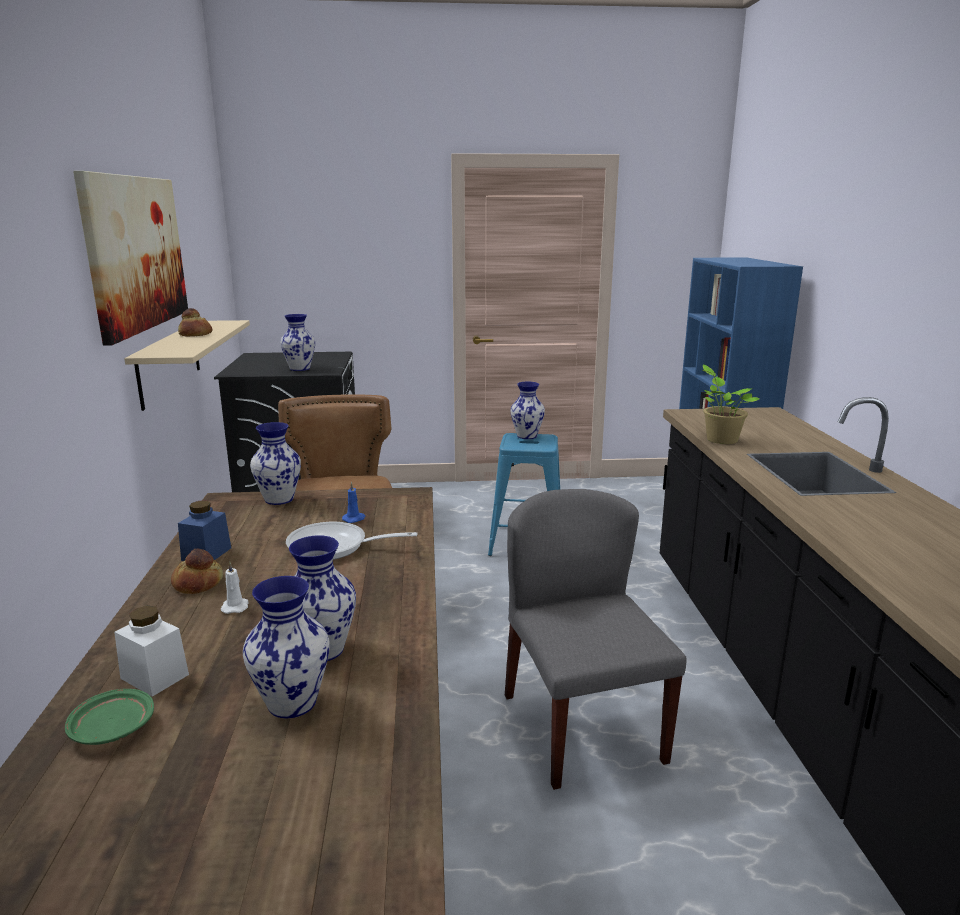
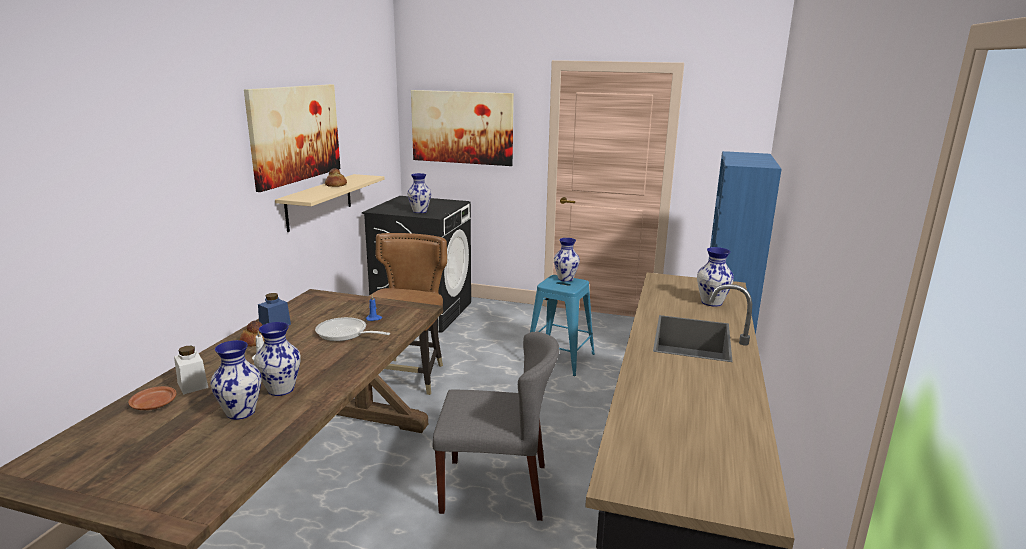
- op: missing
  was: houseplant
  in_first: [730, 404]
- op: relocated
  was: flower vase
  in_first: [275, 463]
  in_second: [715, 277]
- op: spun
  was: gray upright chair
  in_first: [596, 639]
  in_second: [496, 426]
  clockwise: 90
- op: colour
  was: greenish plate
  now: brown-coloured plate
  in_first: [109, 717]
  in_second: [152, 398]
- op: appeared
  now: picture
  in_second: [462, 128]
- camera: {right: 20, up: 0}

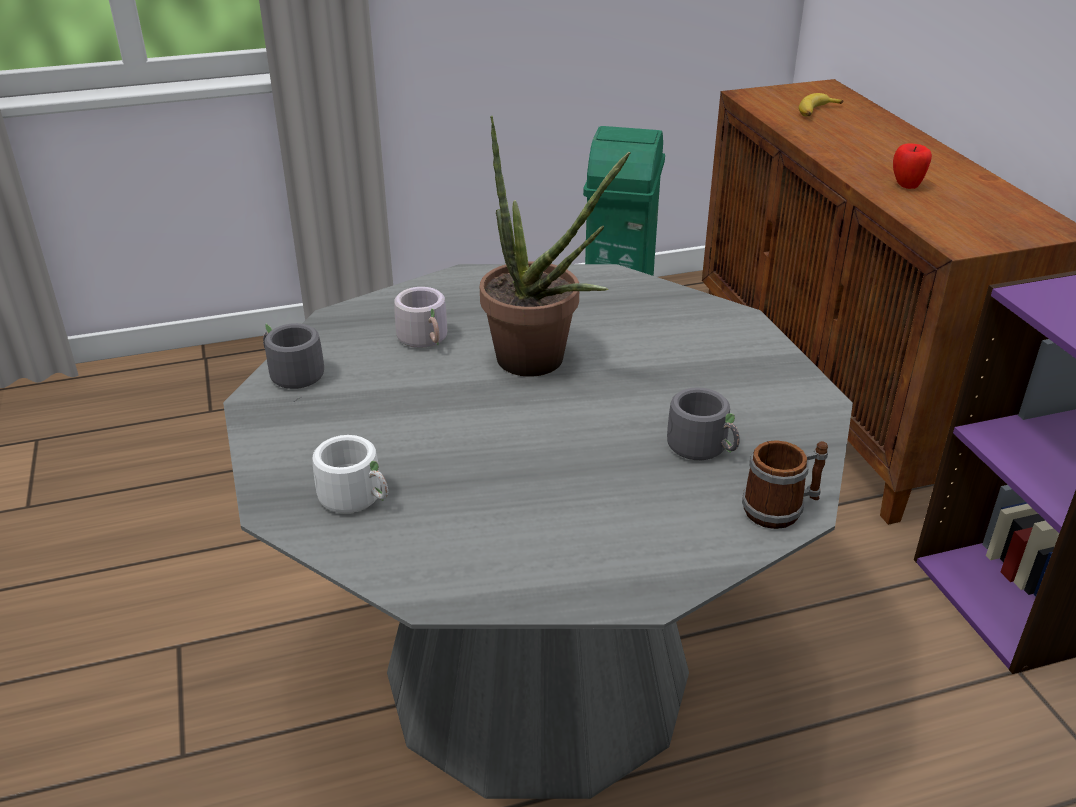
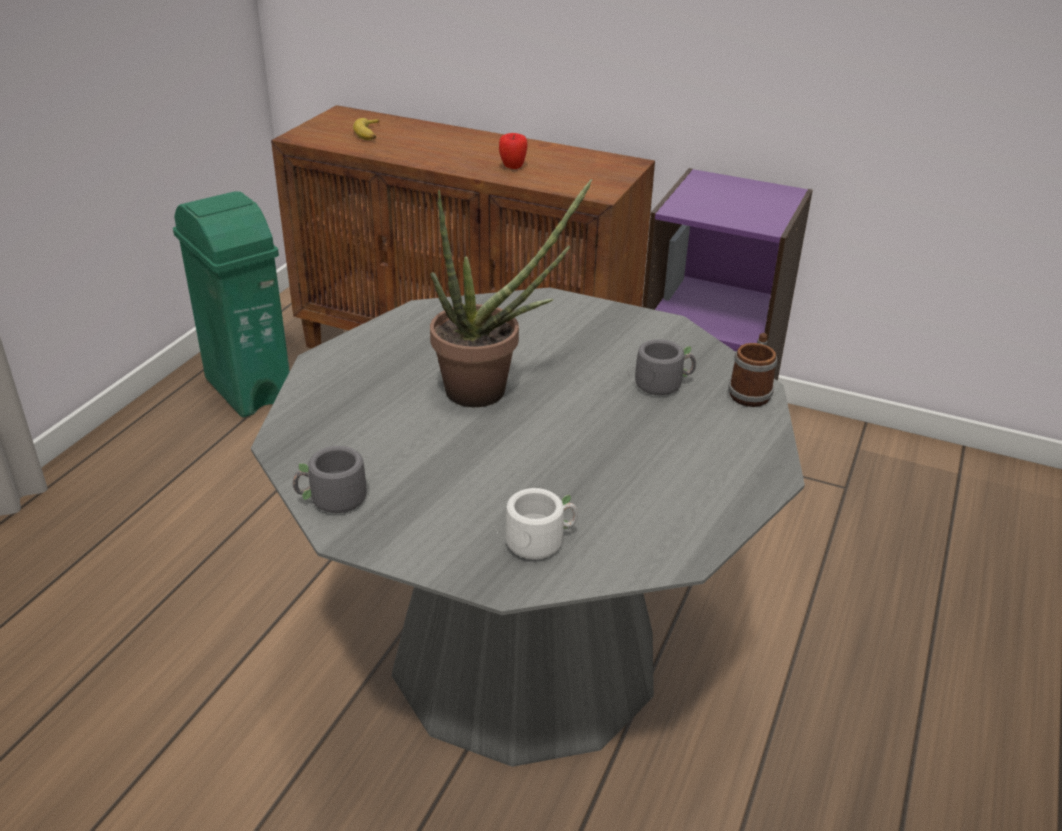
- op: missing
  was: gray tea mug
  in_first: [420, 317]
- camera: {right: -50, up: 0}

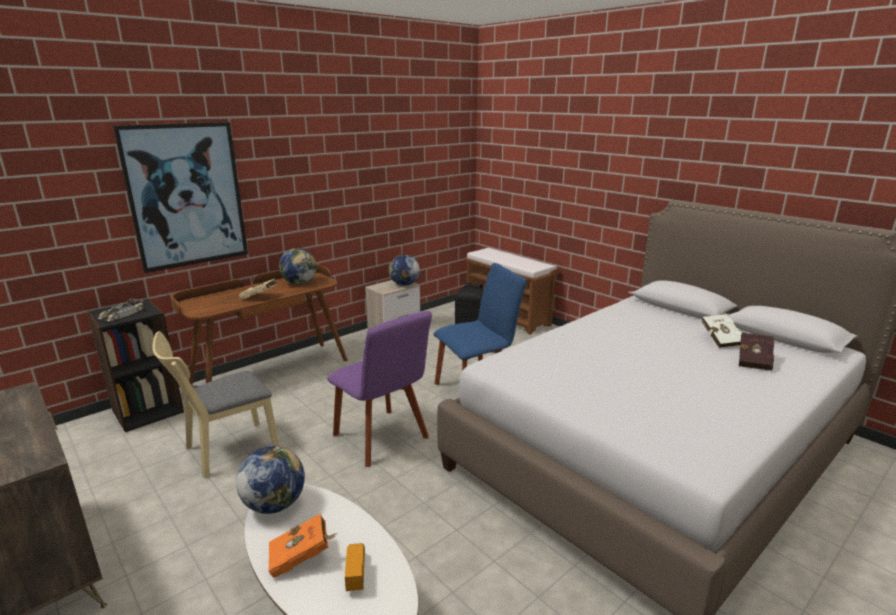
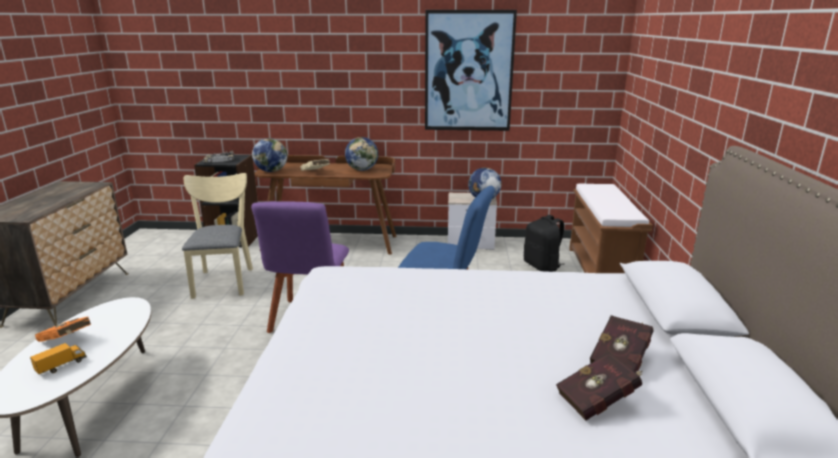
- op: relocated
  was: picture
  in_first: [180, 197]
  in_second: [471, 70]
- op: colour
  was: white bound book
  now: red bound book
  in_first: [721, 331]
  in_second: [621, 344]
- op: spun
  was: sand-coloured upright chair
  in_first: [215, 404]
  in_second: [217, 236]
  clockwise: 75
- op: relocated
  was: globe
  in_first: [270, 480]
  in_second: [269, 155]
- camera: {right: 45, up: 0}

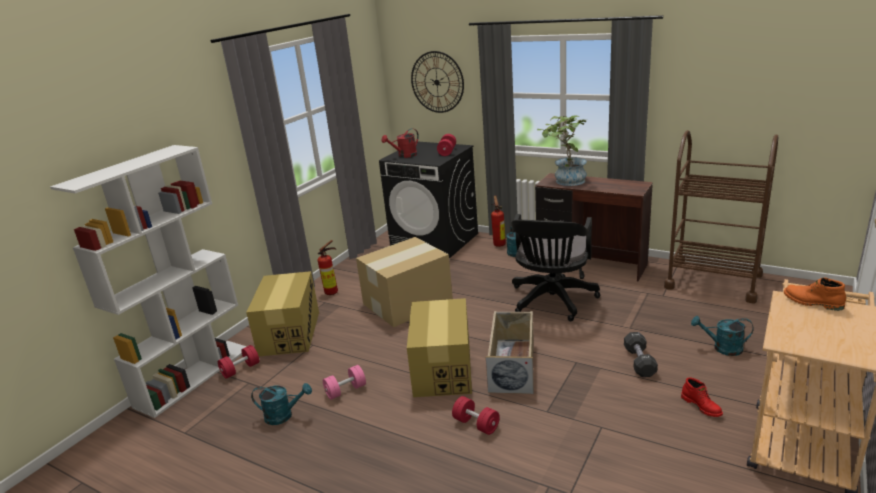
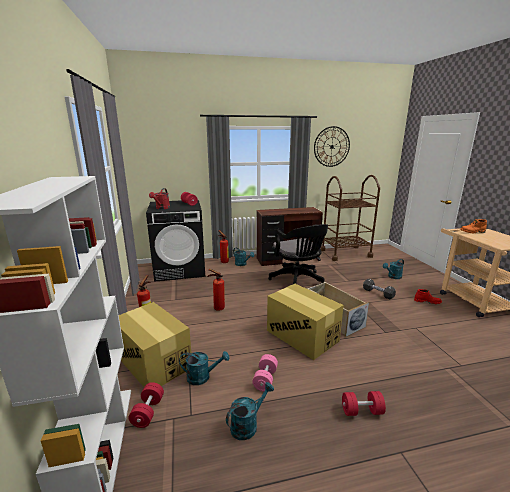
- op: relocated
  was: hanging clock
  in_first: [437, 82]
  in_second: [332, 146]
- op: missing
  was: houseplant
  in_first: [562, 151]
- op: exchanged
  was: carton
  now: fire extinguisher
  in_first: [404, 282]
  in_second: [216, 290]
- op: relocated
  was: red hand weight
  in_first: [476, 415]
  in_second: [364, 403]
- op: appeared
  now: turquoise-coloured sprinkling can
  in_second: [204, 368]
- camera: {right: -45, up: -5}

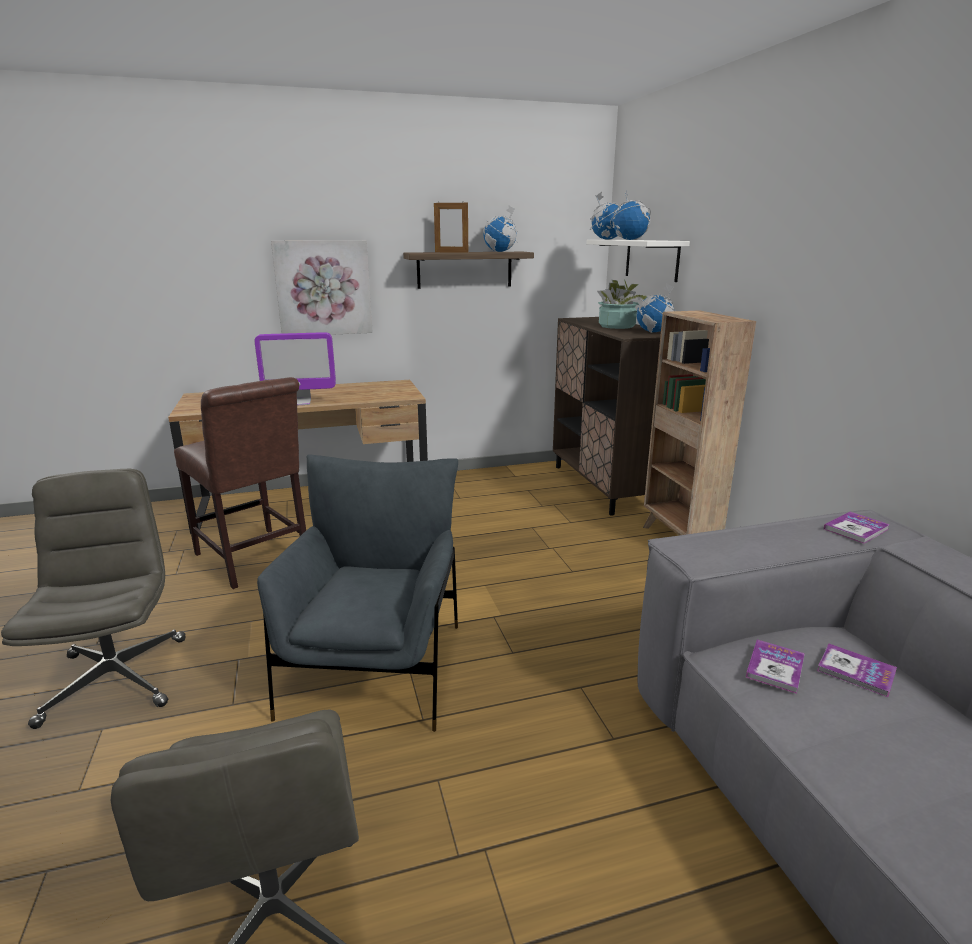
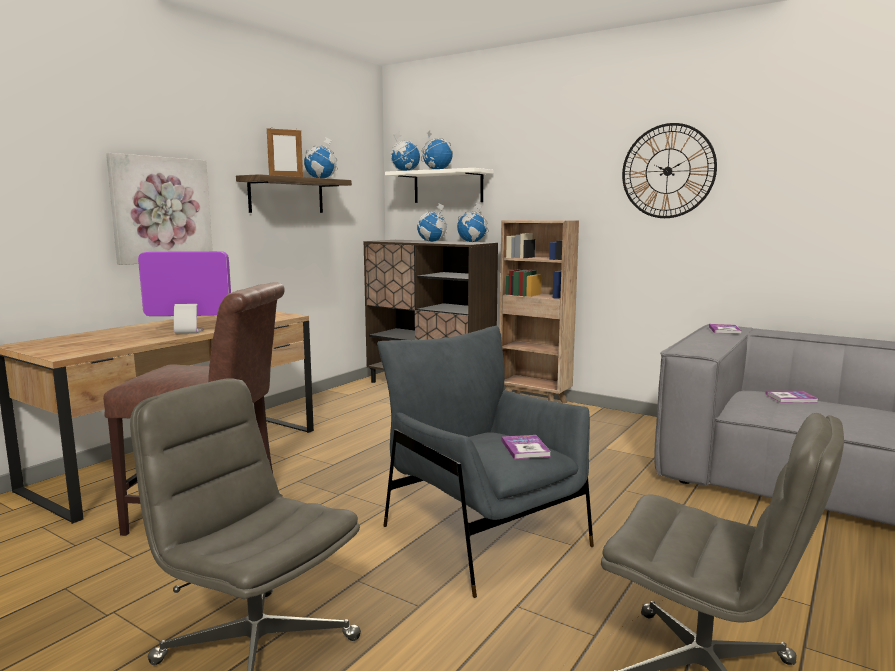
- op: exchanged
  was: houseplant
  now: globe
  in_first: [622, 304]
  in_second: [432, 222]
- op: spun
  was: computer display
  in_first: [295, 368]
  in_second: [184, 292]
  clockwise: -135
- op: relocated
  was: bound book
  in_first: [775, 666]
  in_second: [526, 447]
- op: appeared
  now: hanging clock
  in_second: [669, 170]
- camera: {right: -40, up: -10}

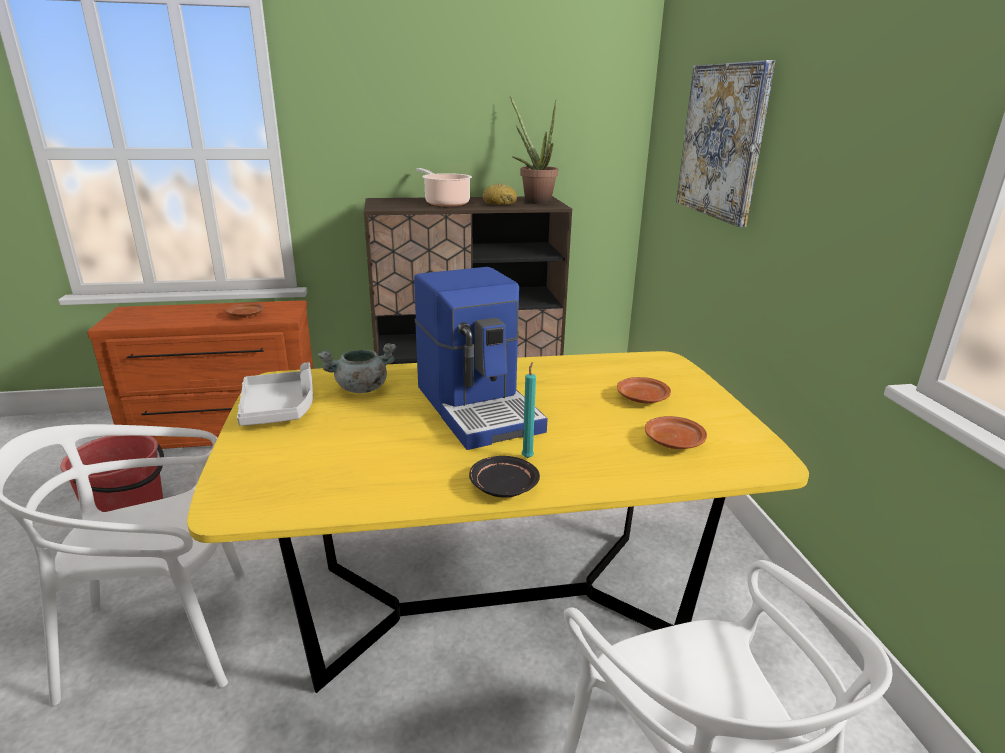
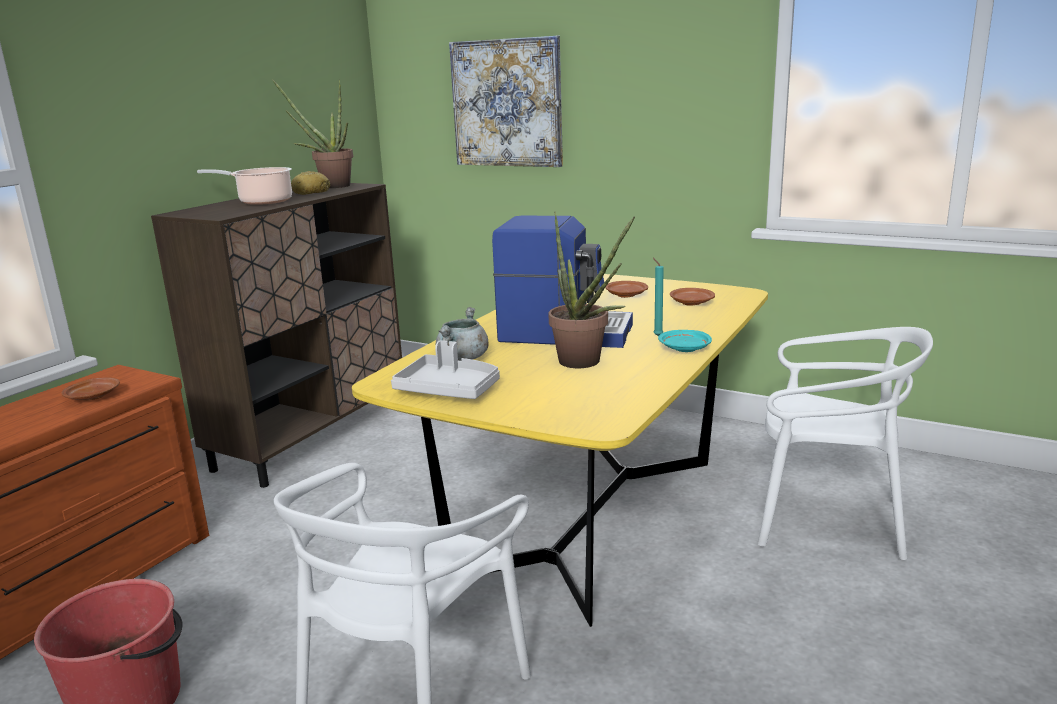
- op: colour
  was: black plate
  now: turquoise-coloured plate
  in_first: [504, 477]
  in_second: [685, 341]
- op: appeared
  now: houseplant
  in_second: [592, 289]
- camera: {right: -50, up: -5}

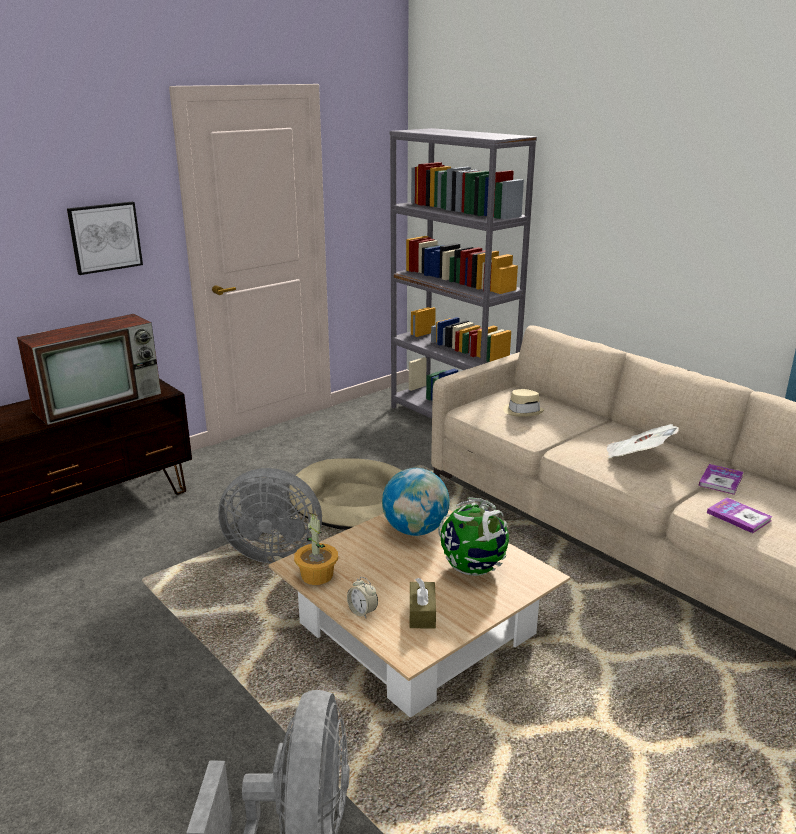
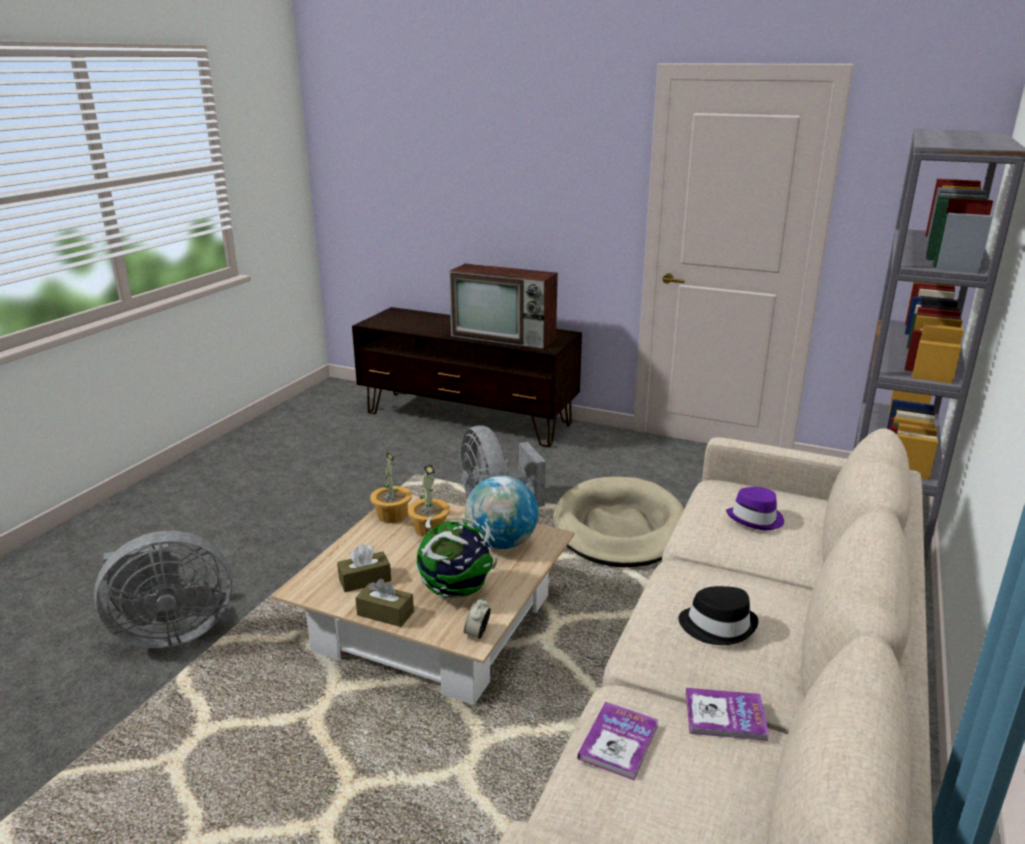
- op: missing
  was: picture
  in_first: [105, 238]
- op: colour
  was: sand-coloured wearable hat
  now: purple wearable hat
  in_first: [524, 403]
  in_second: [755, 508]
- op: exchanged
  was: newspaper
  now: black wearable hat
  in_first: [643, 441]
  in_second: [718, 615]
- op: relocated
  was: table clock
  in_first: [362, 597]
  in_second: [477, 618]
- op: appeared
  now: houseplant
  in_second: [429, 501]
- op: appeared
  now: brown-coloured tissue holder
  in_second: [384, 603]
- camera: {right: 65, up: 0}

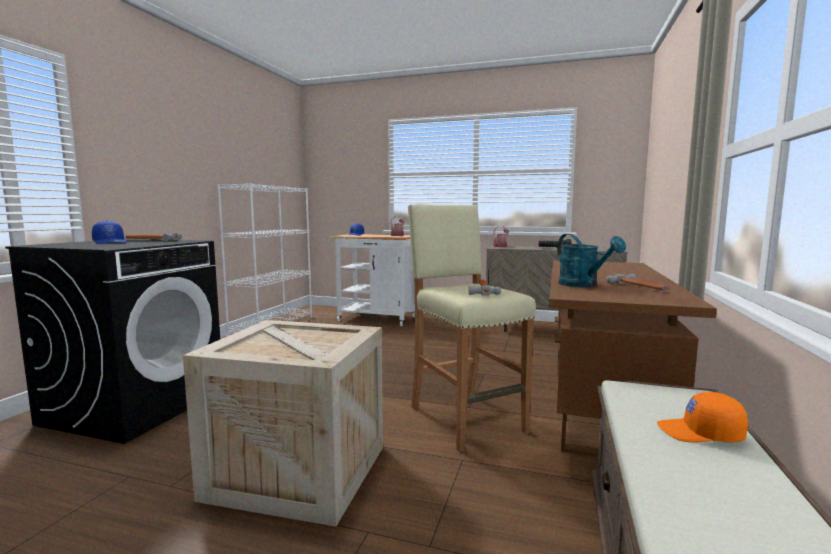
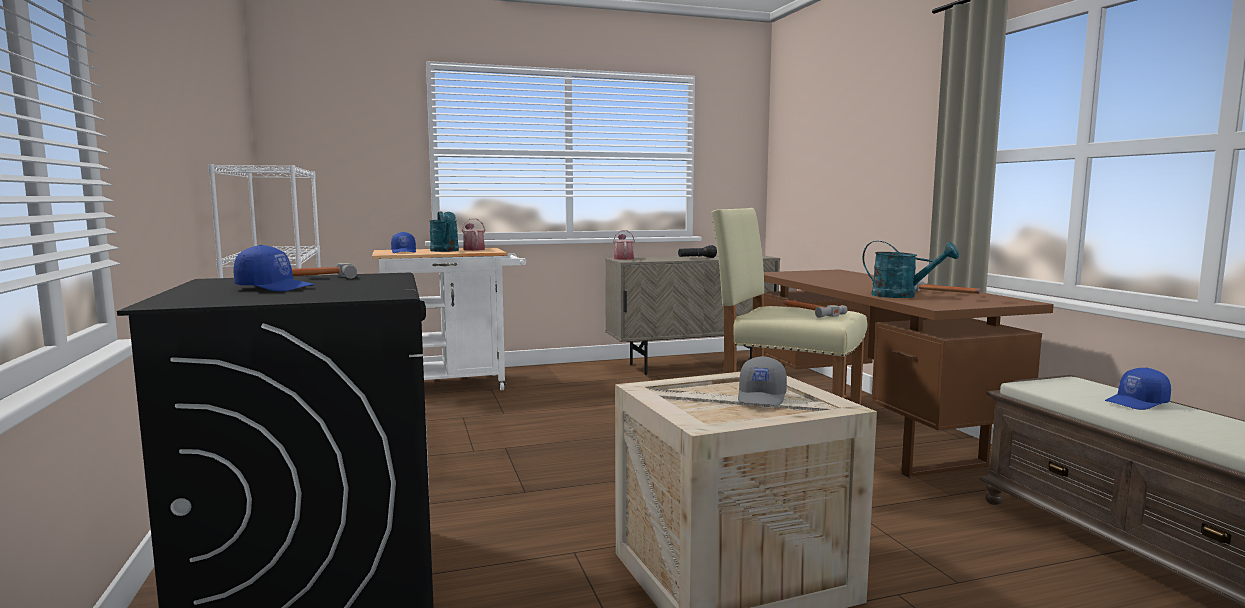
- op: colour
  was: orangey peaked cap
  now: bluish peaked cap
  in_first: [702, 417]
  in_second: [1138, 389]
- op: appeared
  now: turquoise-coloured sprinkling can
  in_second: [444, 232]
- op: appeared
  now: gray peaked cap
  in_second: [762, 381]
- camera: {right: -35, up: 0}

